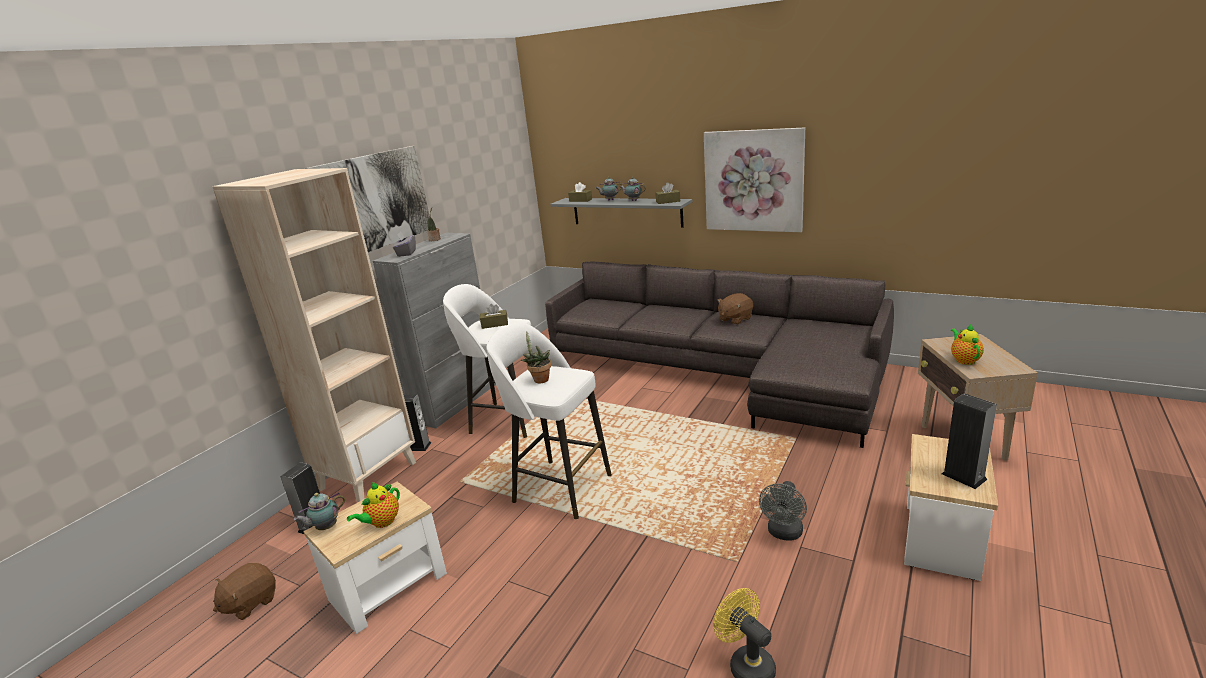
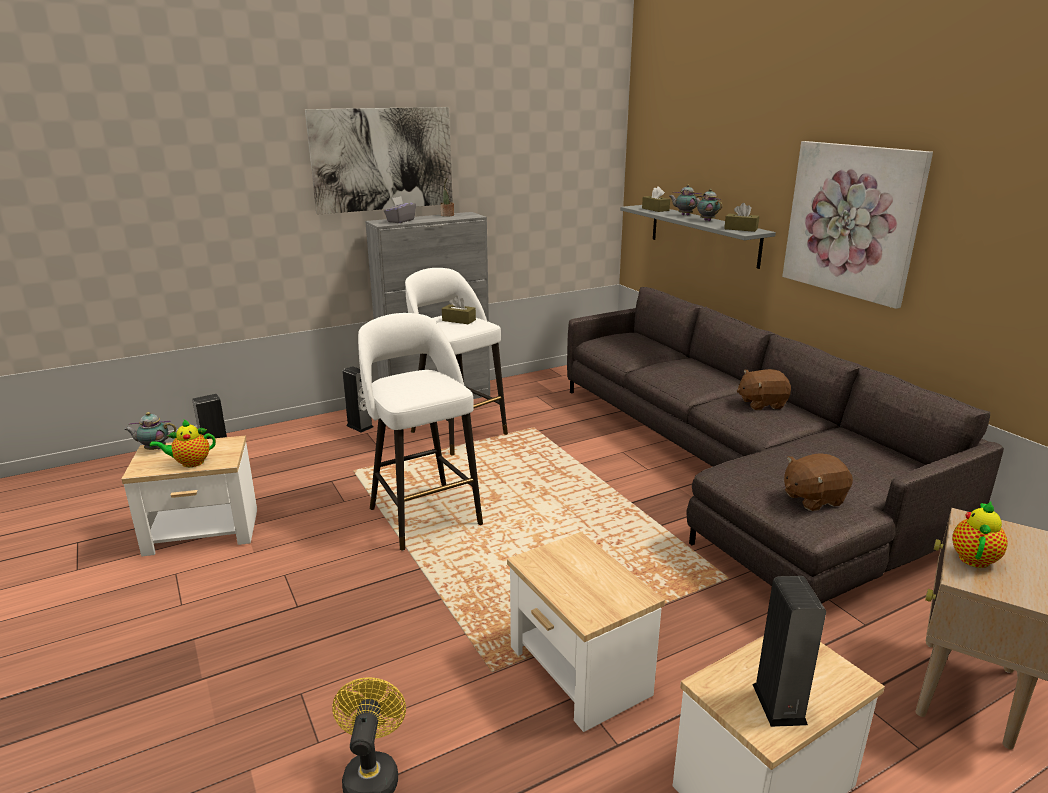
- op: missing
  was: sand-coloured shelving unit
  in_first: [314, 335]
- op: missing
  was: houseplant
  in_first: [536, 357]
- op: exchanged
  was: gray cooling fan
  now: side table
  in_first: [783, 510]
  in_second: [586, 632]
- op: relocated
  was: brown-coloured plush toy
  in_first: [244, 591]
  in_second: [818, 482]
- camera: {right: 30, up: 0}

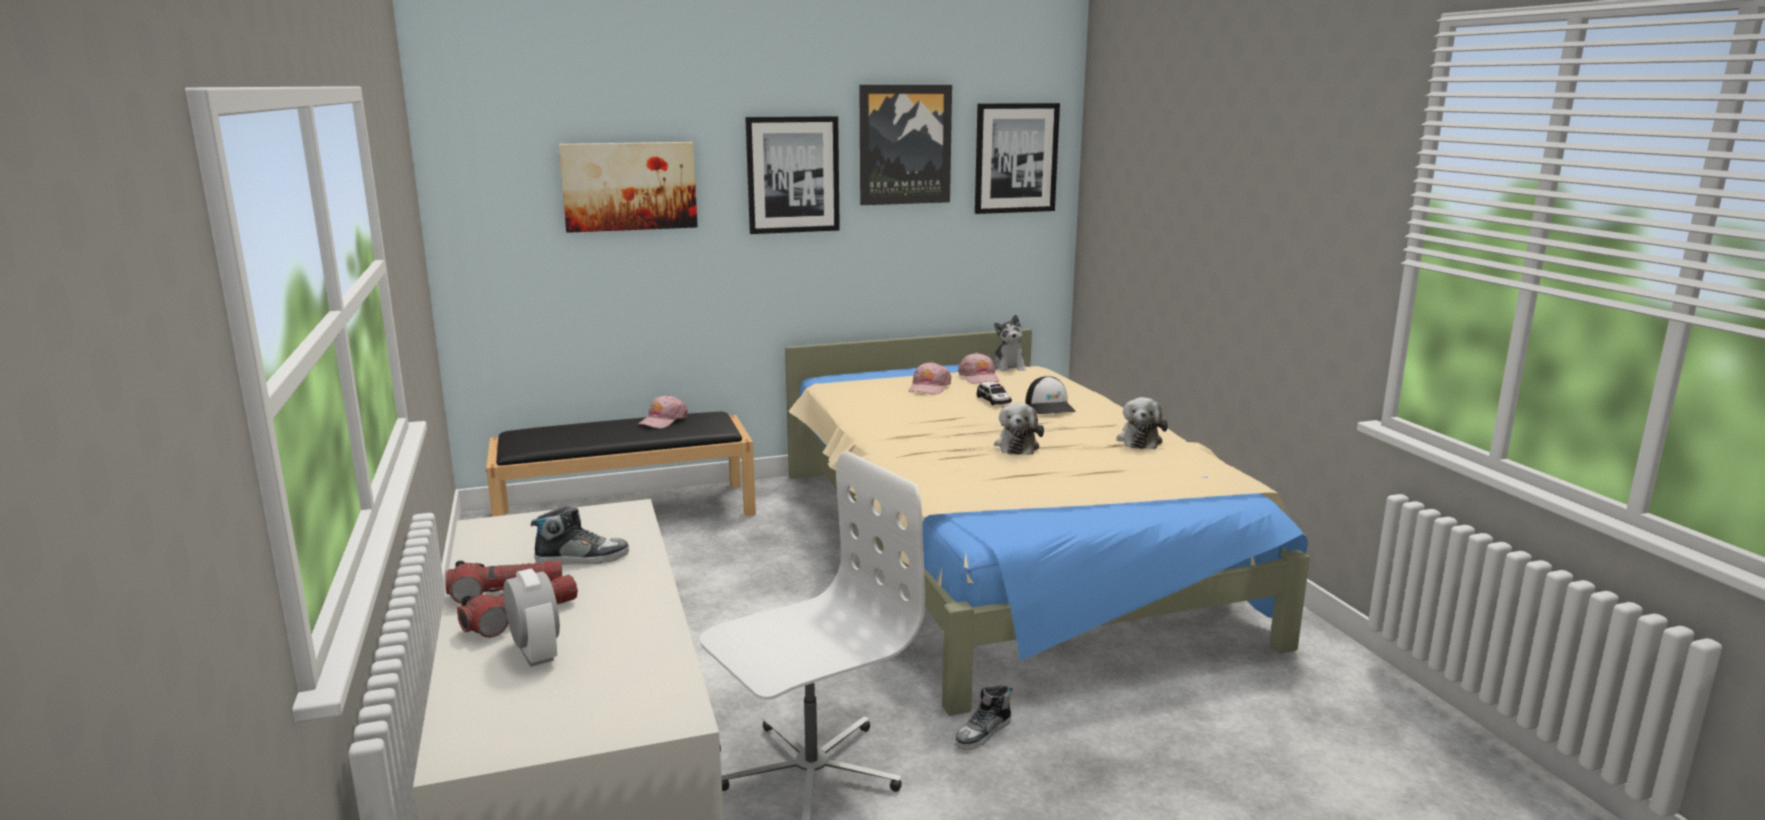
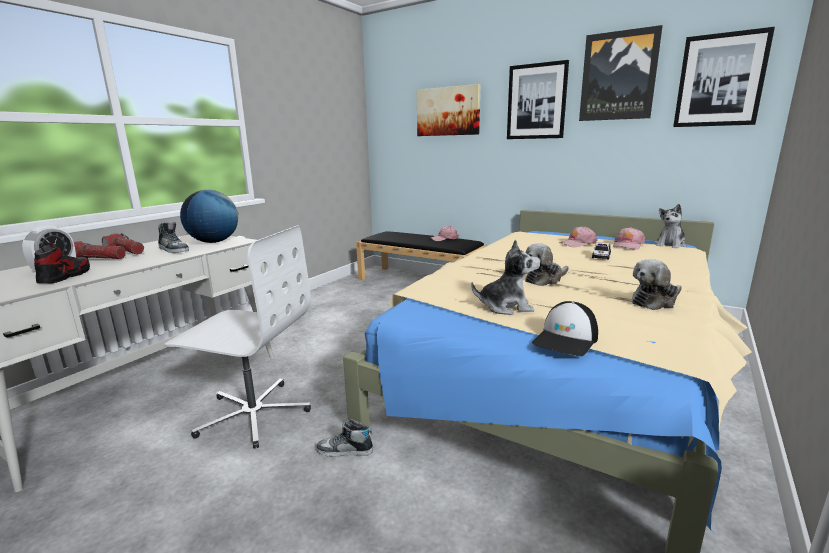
- op: relocated
  was: peaked cap
  in_first: [1050, 395]
  in_second: [565, 328]
- op: appeared
  now: globe
  in_second: [209, 216]
- op: appeared
  now: plush toy
  in_second: [505, 277]
- op: appeared
  now: low shoe
  in_second: [62, 263]
- camera: {right: 50, up: 0}

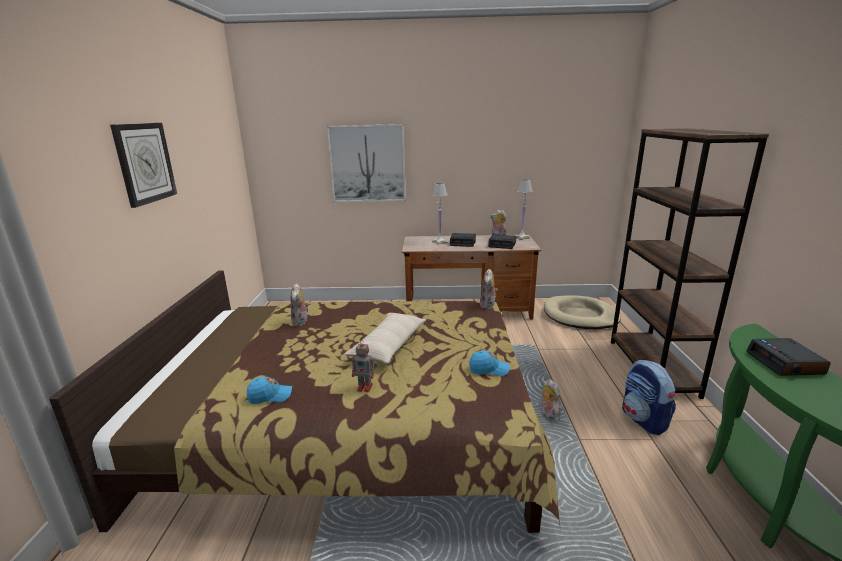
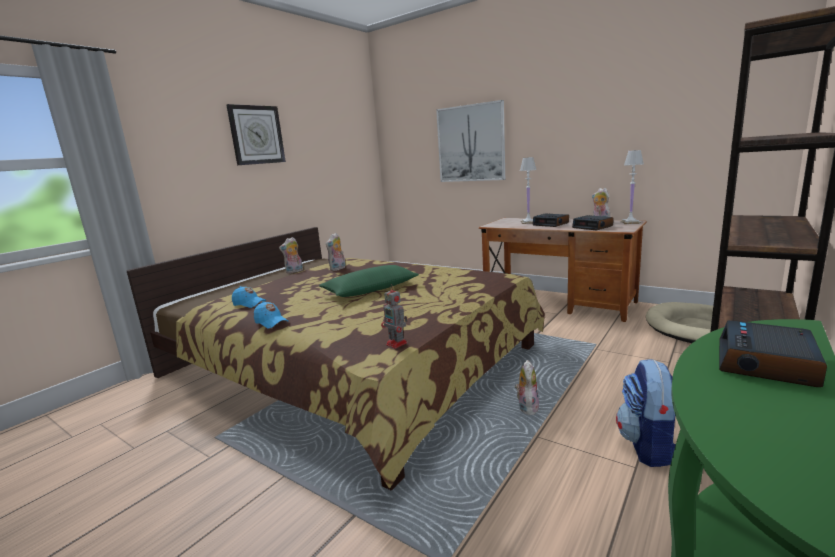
- op: relocated
  was: plush toy
  in_first: [489, 289]
  in_second: [291, 255]
- op: colour
  was: sand-coloured cushion
  now: greenish cushion
  in_first: [385, 338]
  in_second: [369, 281]
- op: relocated
  was: robot figure
  in_first: [364, 366]
  in_second: [394, 317]
- op: relocated
  was: bluish peaked cap
  in_first: [489, 363]
  in_second: [271, 315]
- camera: {right: 35, up: -5}

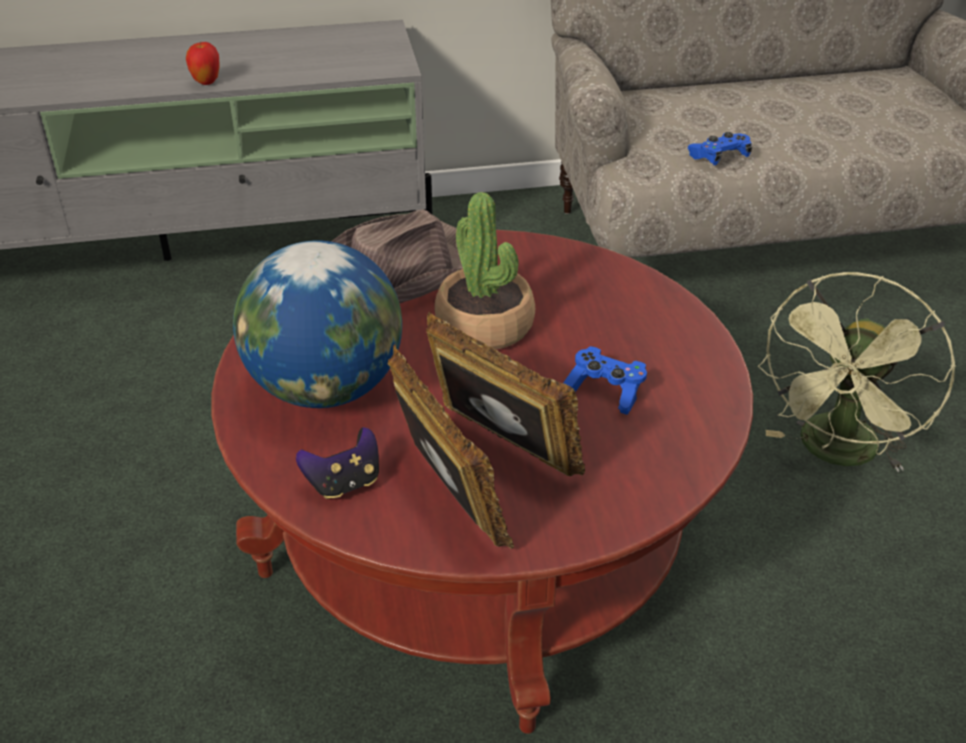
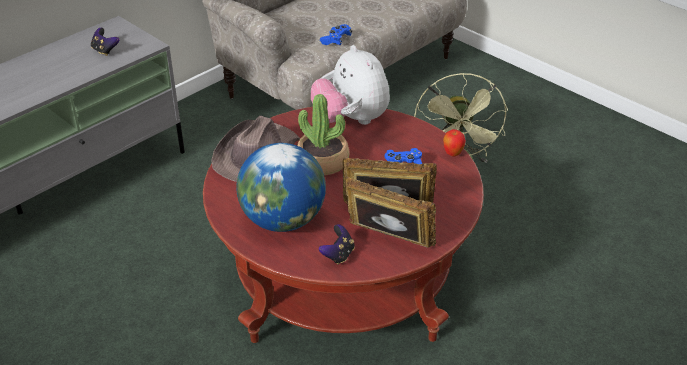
- op: relocated
  was: apple fruit
  in_first: [203, 63]
  in_second: [454, 143]
- op: appeared
  now: gamepad
  in_second: [105, 42]
- op: appeared
  now: plush toy
  in_second: [350, 85]
- camera: {right: -35, up: 0}

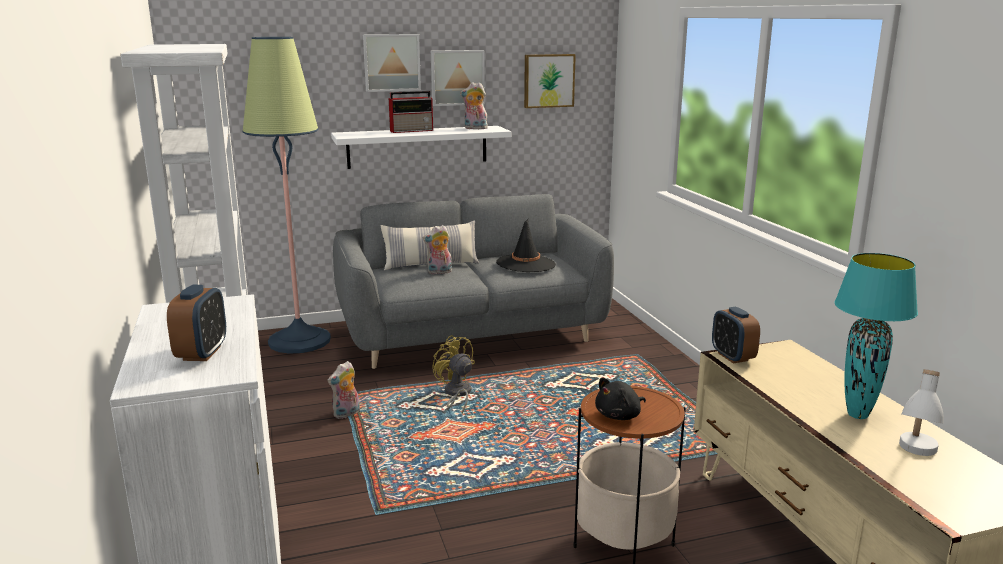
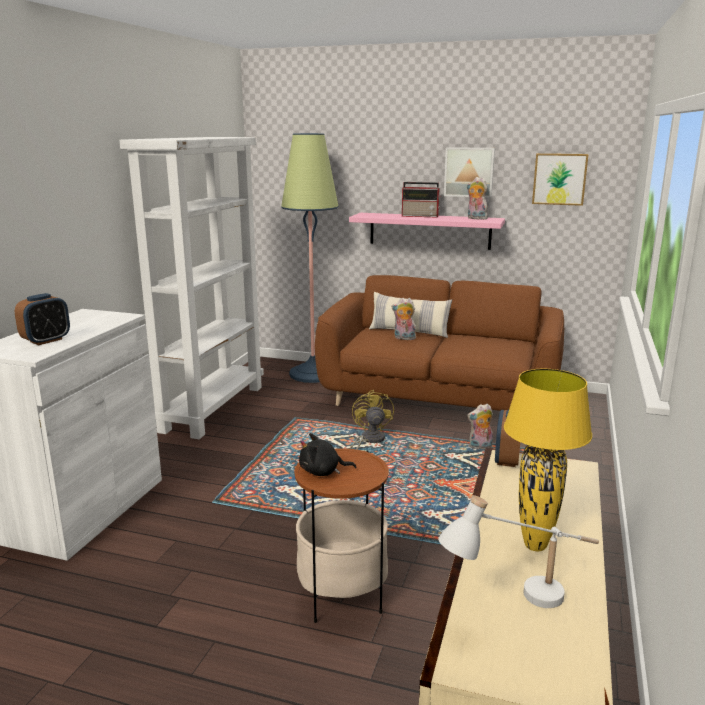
- op: missing
  was: picture
  in_first: [392, 63]
- op: colour
  was: white wall shelf
  now: pink-coloured wall shelf
  in_first: [421, 147]
  in_second: [427, 231]
- op: colour
  was: gray couch
  now: brown-coloured couch
  in_first: [473, 281]
  in_second: [439, 343]
- op: missing
  was: black wearable hat
  in_first: [526, 245]
- op: colour
  was: turquoise-coloured tabletop lamp
  now: yellow tabletop lamp
  in_first: [876, 336]
  in_second: [548, 460]
- op: relocated
  was: plush toy
  in_first: [343, 390]
  in_second: [480, 426]
- camera: {right: 35, up: 0}

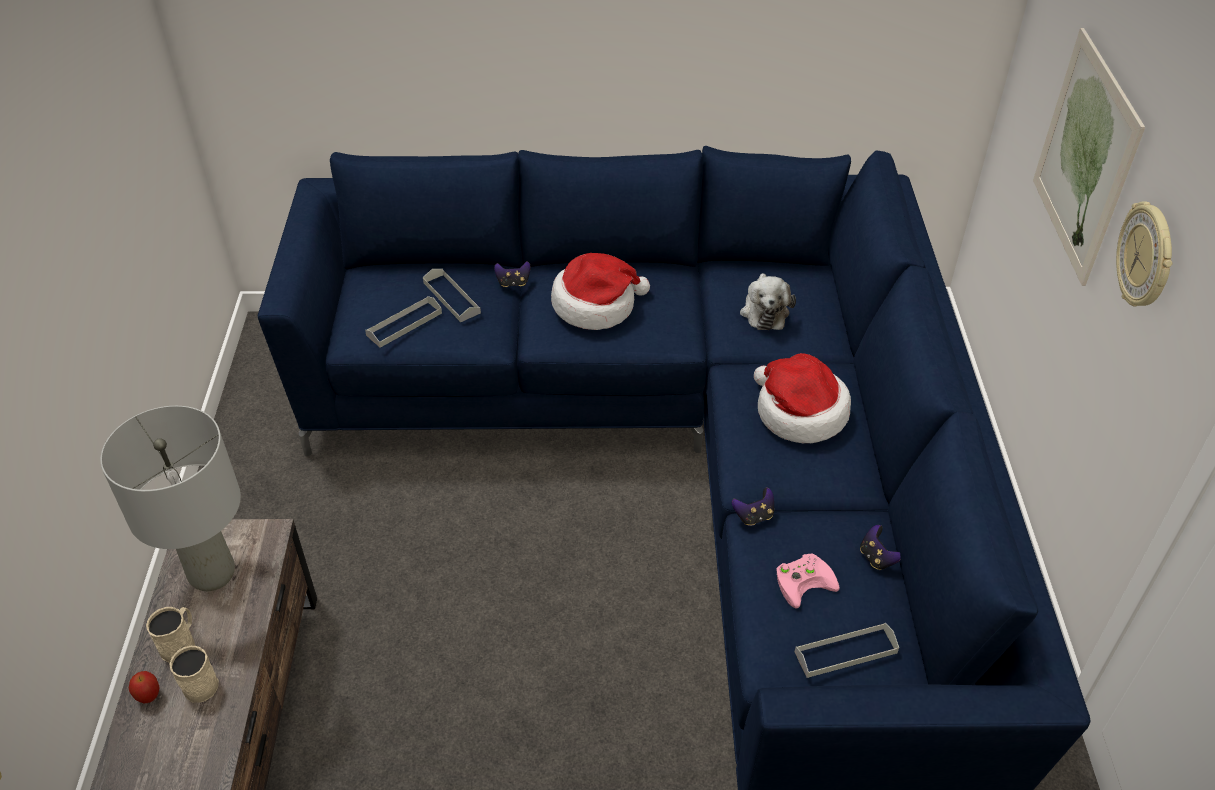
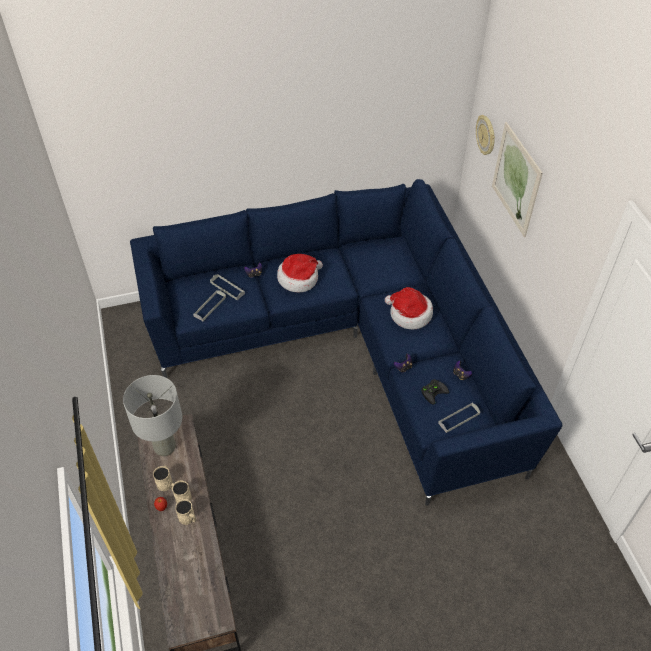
- op: relocated
  was: hanging clock
  in_first: [1144, 254]
  in_second: [485, 135]
- op: missing
  was: plush toy
  in_first: [768, 301]
- op: colour
  was: pink-coloured gamepad
  now: black gamepad
  in_first: [808, 580]
  in_second: [435, 392]
- op: appeared
  now: sand-coloured tea mug
  in_second: [185, 512]
- camera: {right: -15, up: 5}

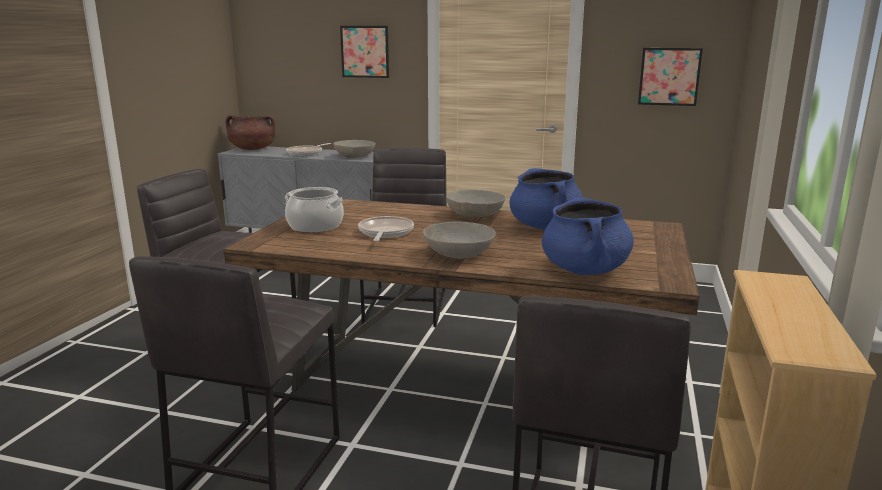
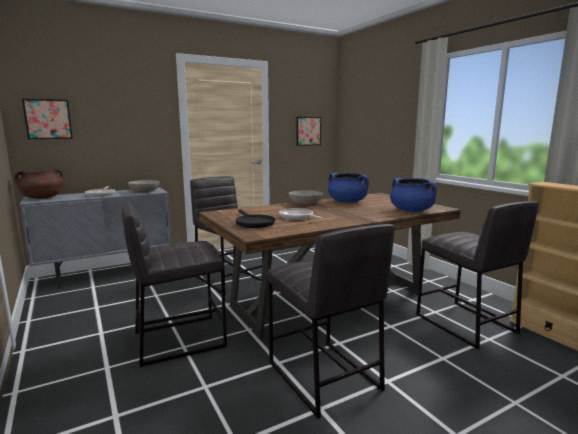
- op: relocated
  was: picture
  in_first: [364, 52]
  in_second: [47, 119]
- op: exchanged
  was: stockpot
  now: black frying pan
  in_first: [314, 210]
  in_second: [255, 218]
- op: missing
  was: gray bowl
  in_first: [459, 240]
- camera: {right: -45, up: -5}

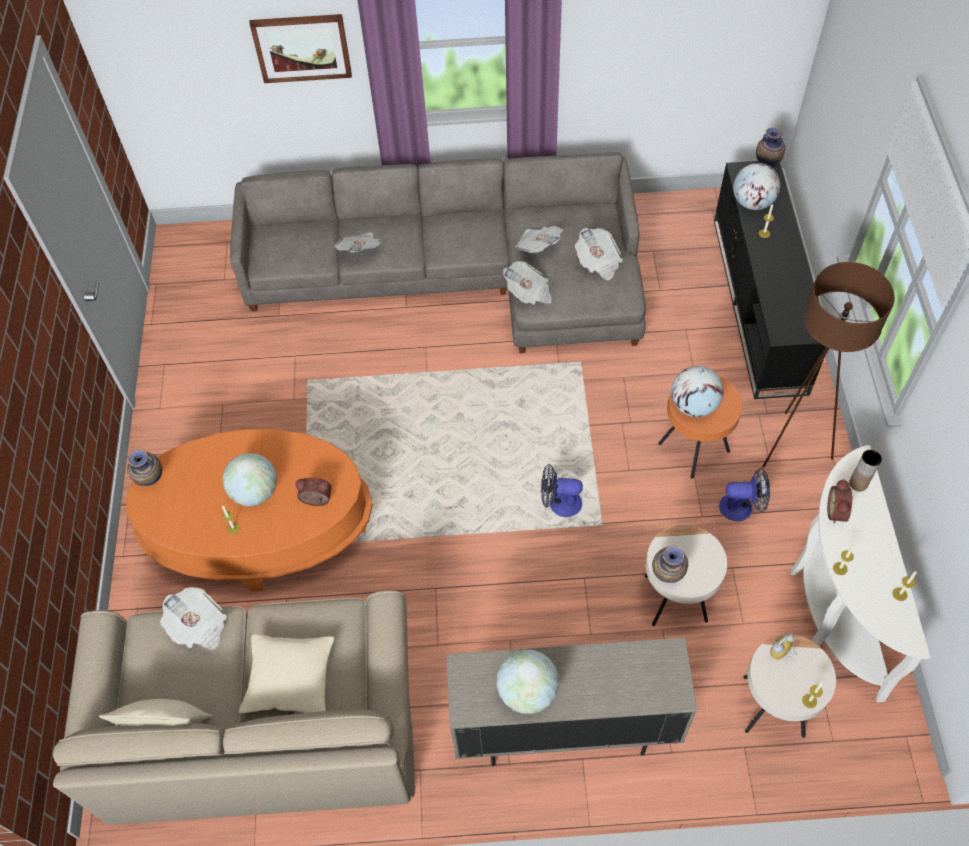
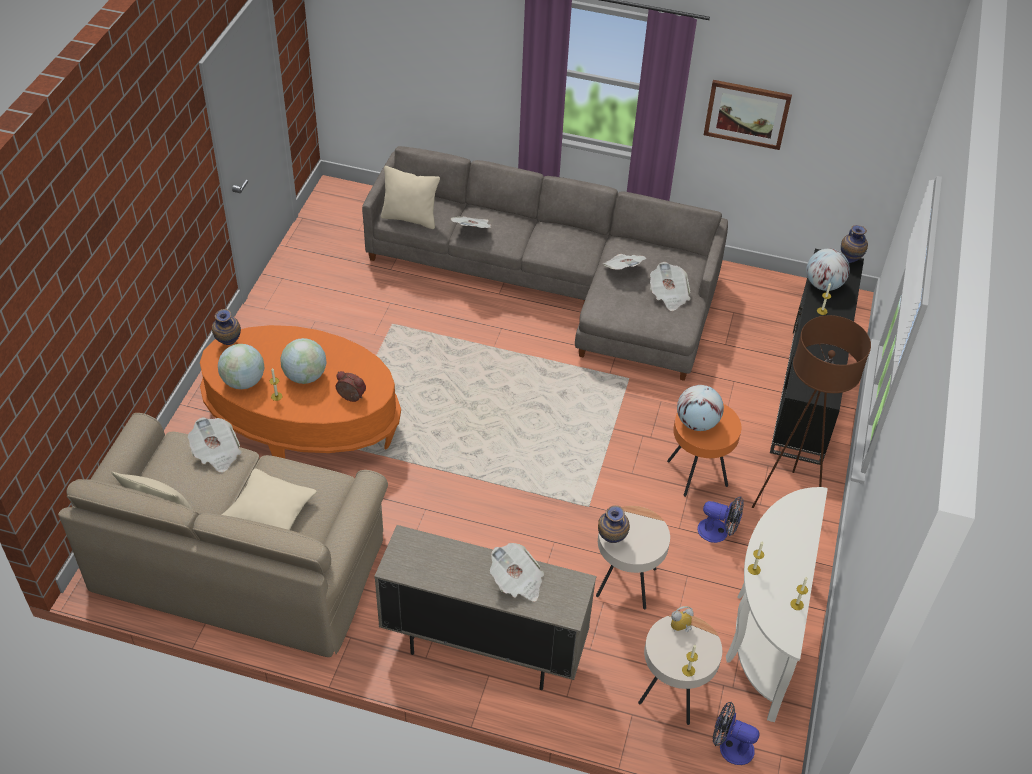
- op: relocated
  was: picture
  in_first: [300, 48]
  in_second: [748, 115]
- op: relocated
  was: newspaper
  in_first: [527, 283]
  in_second: [517, 572]
- op: missing
  was: brown-coloured flower vase
  in_first: [865, 470]
- op: relocated
  was: cooling fan
  in_first: [562, 490]
  in_second: [736, 733]
- op: missing
  was: table clock
  in_first: [840, 501]
- op: relocated
  was: globe
  in_first: [528, 682]
  in_second: [241, 366]
- op: appeared
  now: sand-coloured cushion
  in_second: [410, 197]
- camera: {right: 15, up: -10}

